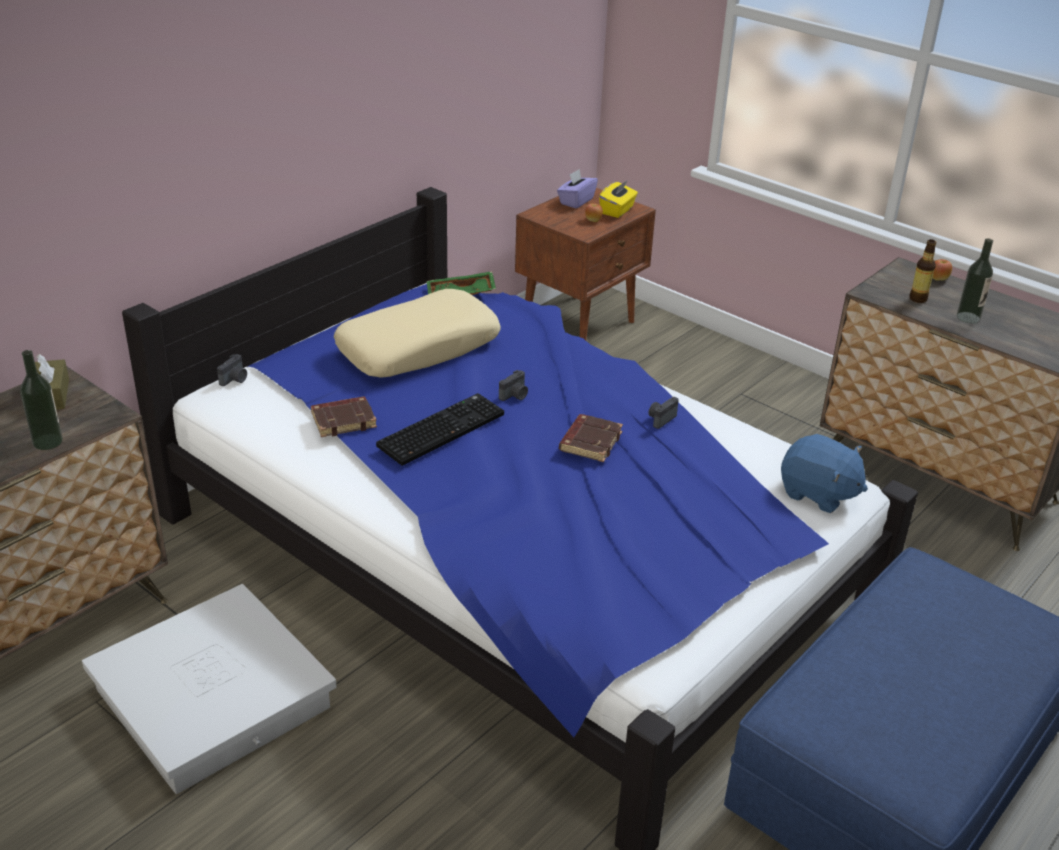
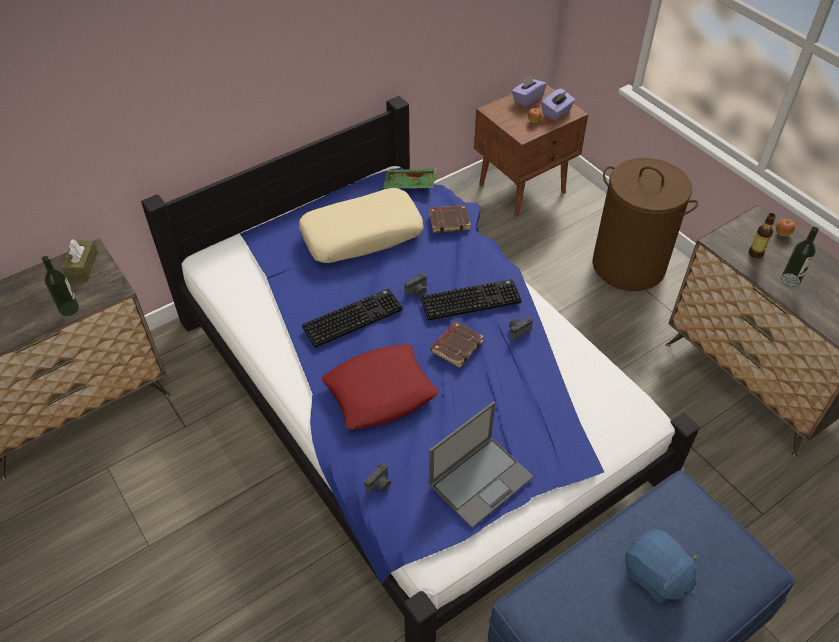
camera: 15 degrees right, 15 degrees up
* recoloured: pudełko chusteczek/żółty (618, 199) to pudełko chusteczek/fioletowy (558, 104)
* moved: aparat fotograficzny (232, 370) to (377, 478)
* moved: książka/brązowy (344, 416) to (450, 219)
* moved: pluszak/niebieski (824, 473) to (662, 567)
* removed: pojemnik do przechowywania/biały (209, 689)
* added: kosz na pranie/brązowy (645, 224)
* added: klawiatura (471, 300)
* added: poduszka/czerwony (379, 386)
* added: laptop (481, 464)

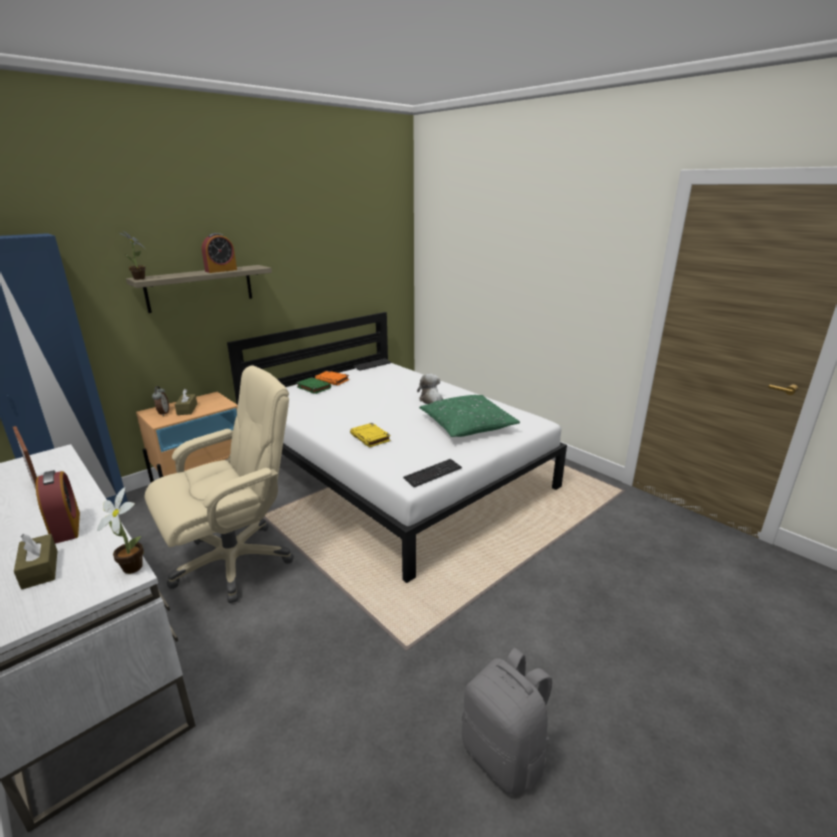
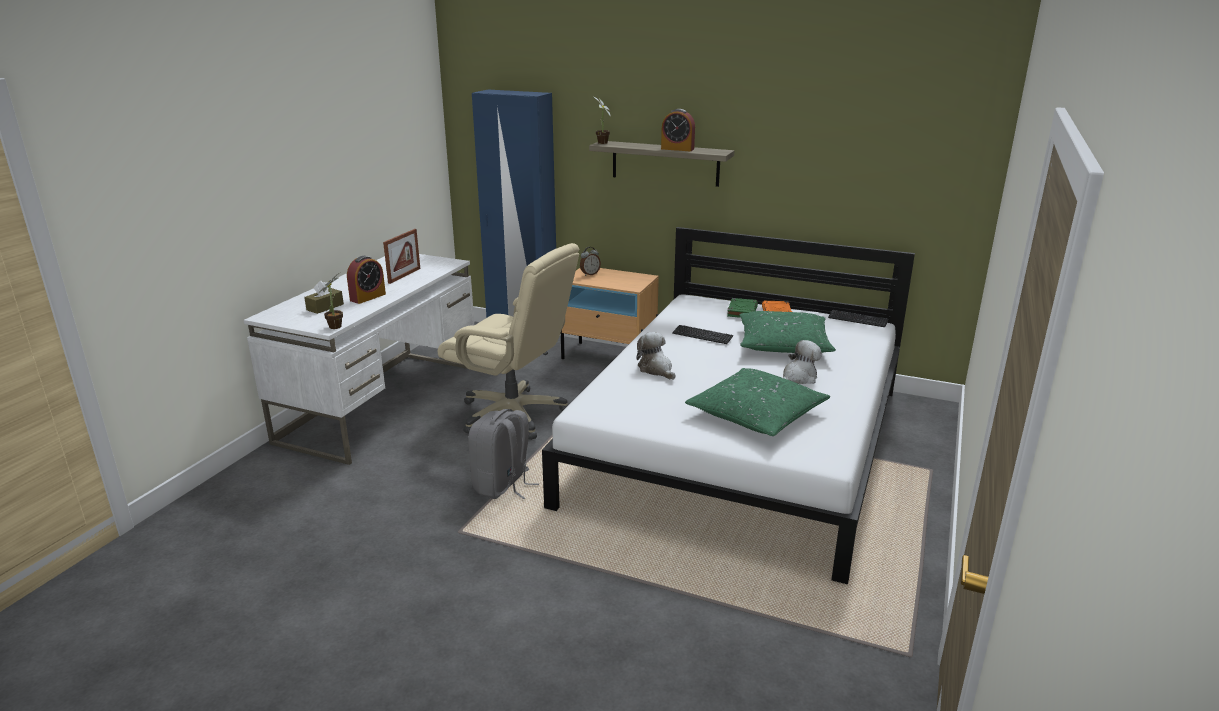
camera: 65 degrees right, 0 degrees up
* removed: pudełko chusteczek/brązowy (186, 402)
* replaced: książka/żółty (370, 435) to pluszak (656, 356)
* moved: klawiatura (432, 473) to (702, 334)
* moved: plecak/szary (507, 721) to (503, 454)
* added: poduszka/zielony (788, 332)

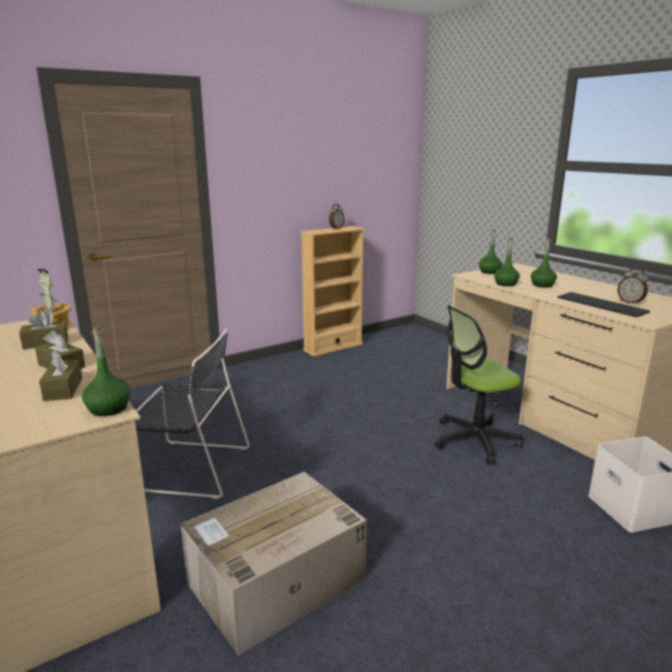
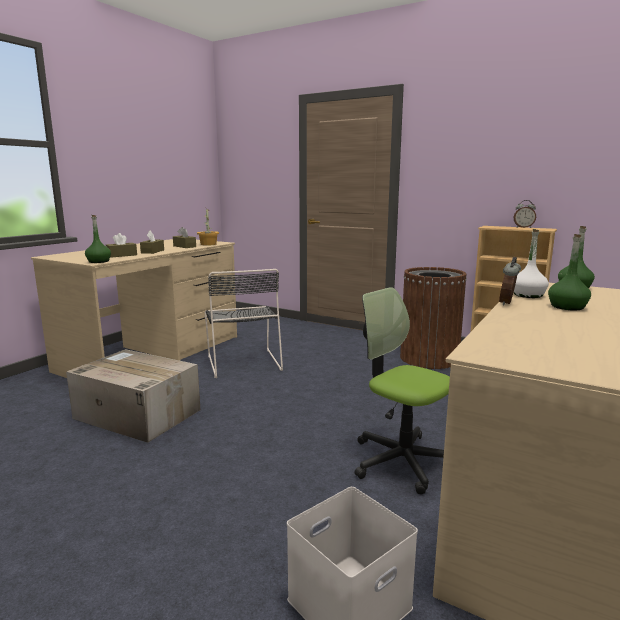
camera: 65 degrees right, 5 degrees down
* recoloured: butelka/zielony (507, 261) to butelka/biały (531, 263)
* moved: budzik (633, 286) to (510, 281)
* removed: klawiatura (603, 304)
* added: kosz na śmieci/brązowy (433, 318)

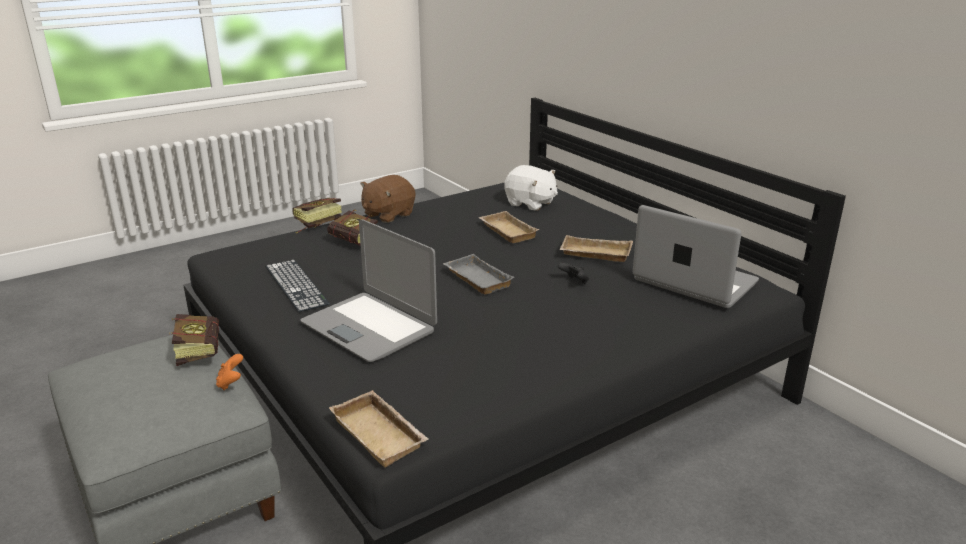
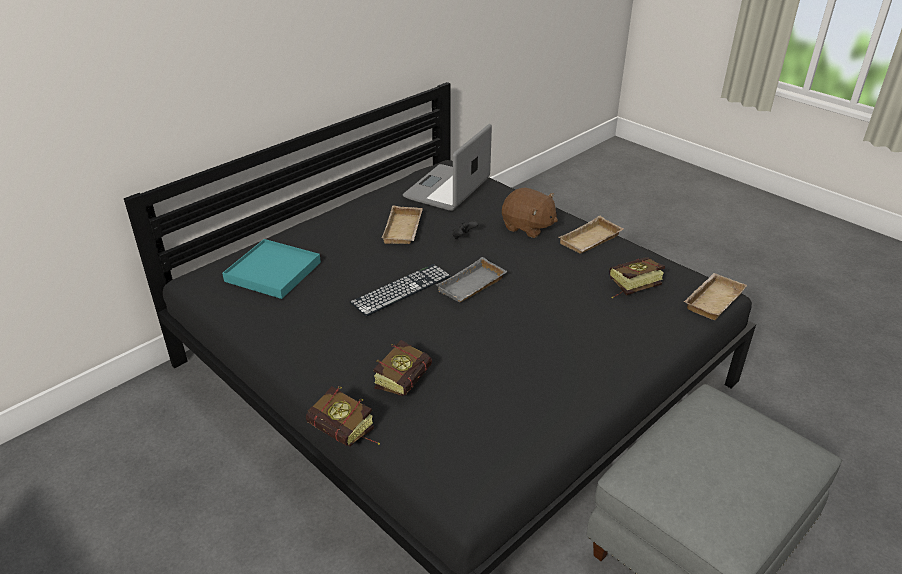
camera: 100 degrees left, 10 degrees up
* replaced: pluszak/biały (531, 188) to taca/turkusowy (271, 269)
* moved: pluszak/brązowy (387, 199) to (530, 213)
* moved: taca/beżowy (509, 227) to (591, 235)
* removed: laptop (368, 290)
* moved: klawiatura (297, 286) to (400, 290)
* moved: książka (194, 340) to (637, 277)
* removed: pad do gier/pomarańczowy (229, 372)

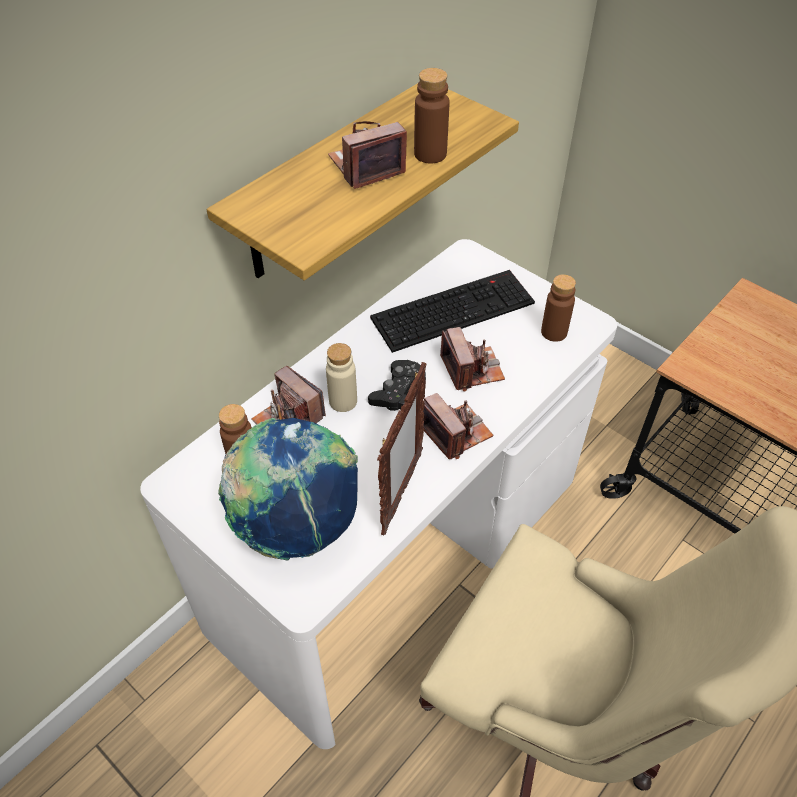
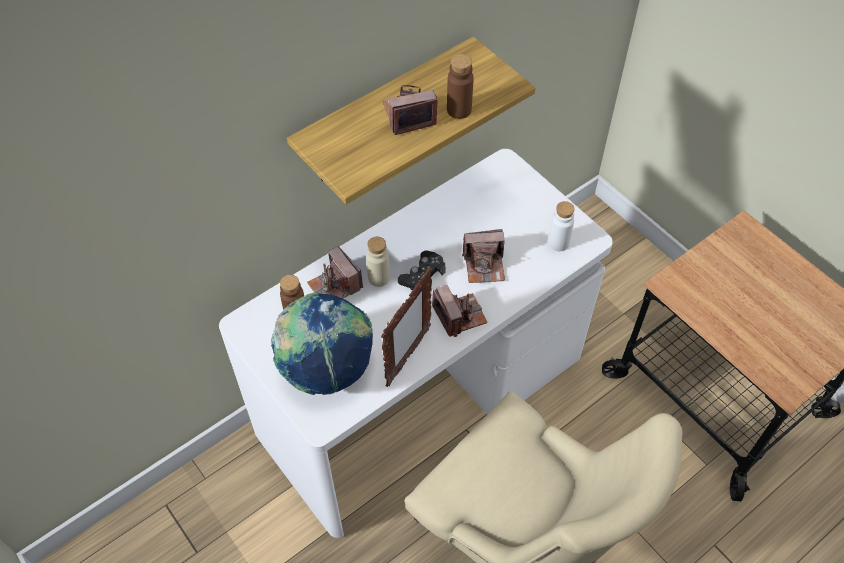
camera: 10 degrees right, 5 degrees up
* removed: klawiatura (452, 311)
* recoloured: butelka/brązowy (558, 308) to butelka/biały (561, 226)
* turned: aparat fotograficzny (472, 359) = (483, 256) 90 degrees clockwise

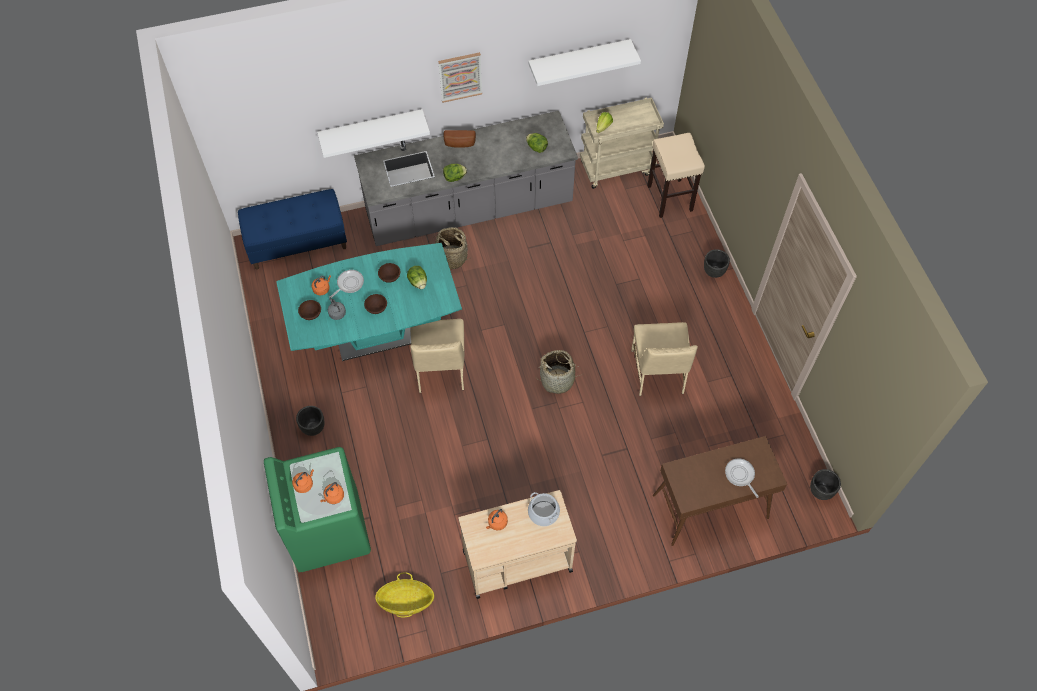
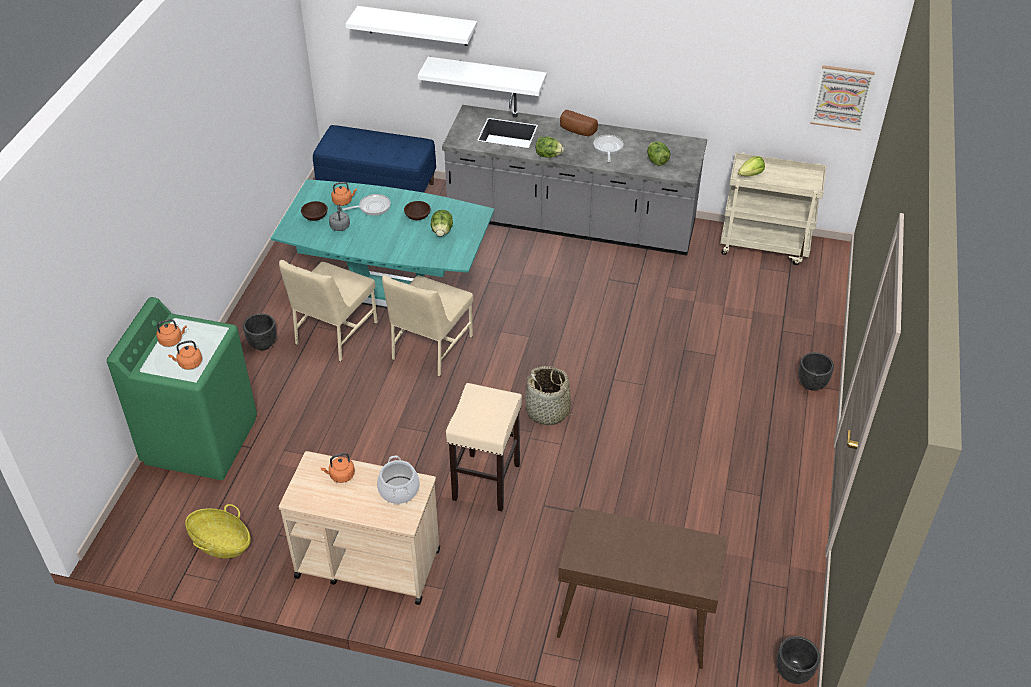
camera: 30 degrees right, 15 degrees down
* moved: półka/biały (584, 62) to (411, 26)
* moved: obraz (460, 77) to (842, 98)
* moved: stołek/beżowy (676, 175) to (484, 447)
* removed: koszyk (452, 248)
* removed: miska/brązowy (375, 304)
* moved: krzesło/beżowy (664, 359) to (328, 311)
* moved: patelnia (742, 478) to (608, 148)

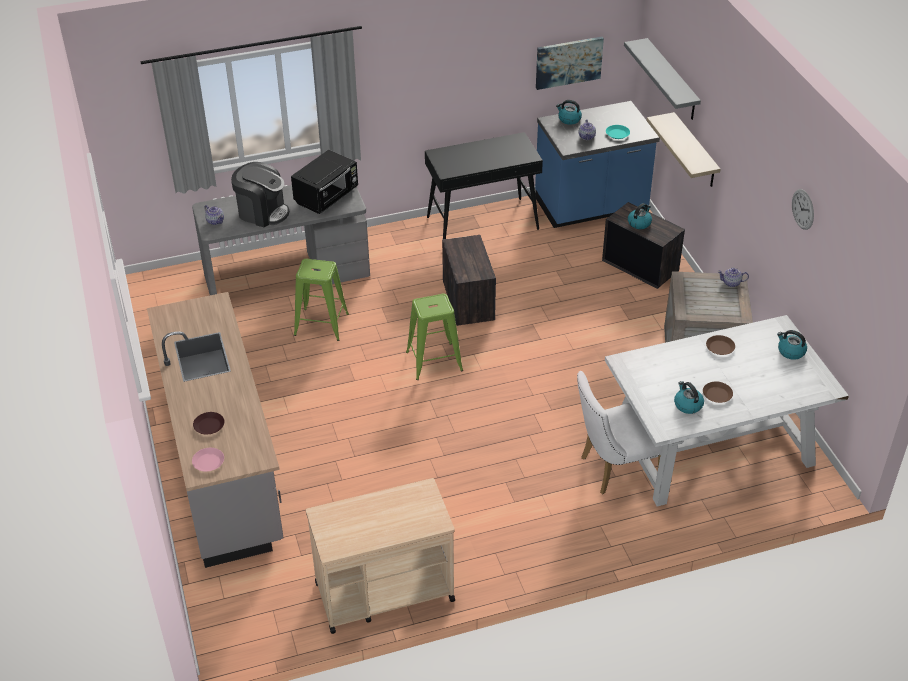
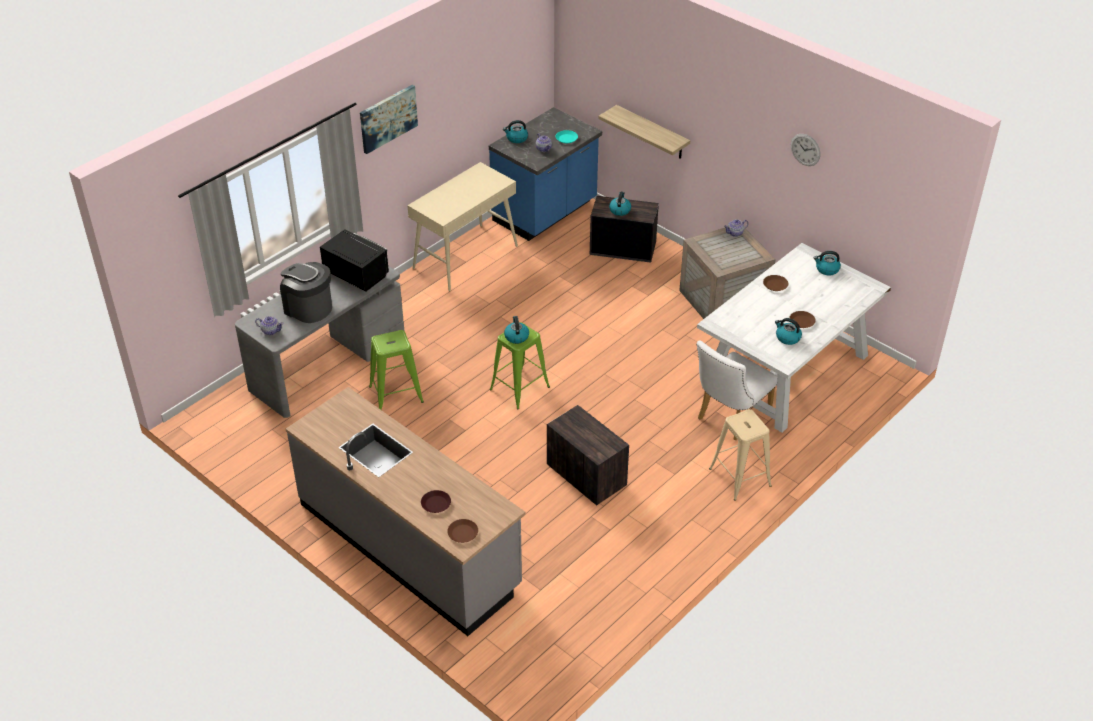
camera: 30 degrees left, 0 degrees up
* moved: obraz (570, 63) to (389, 119)
* removed: półka/szary (662, 79)
* recoloured: stolik konsolowy/czarny (484, 185) to stolik konsolowy/beżowy (462, 226)
* turned: mikrofalówka/czarny (324, 182) = (354, 260) 60 degrees counterclockwise
* turned: ekspres do kawy (260, 194) = (306, 292) 135 degrees counterclockwise
* moved: skrzynka (469, 280) to (588, 455)
* recoloured: talerz/różowy (208, 460) to talerz/brązowy (462, 531)
* removed: wózek/beżowy (380, 556)
* added: czajnik (516, 330)
* added: stołek/beżowy (740, 455)

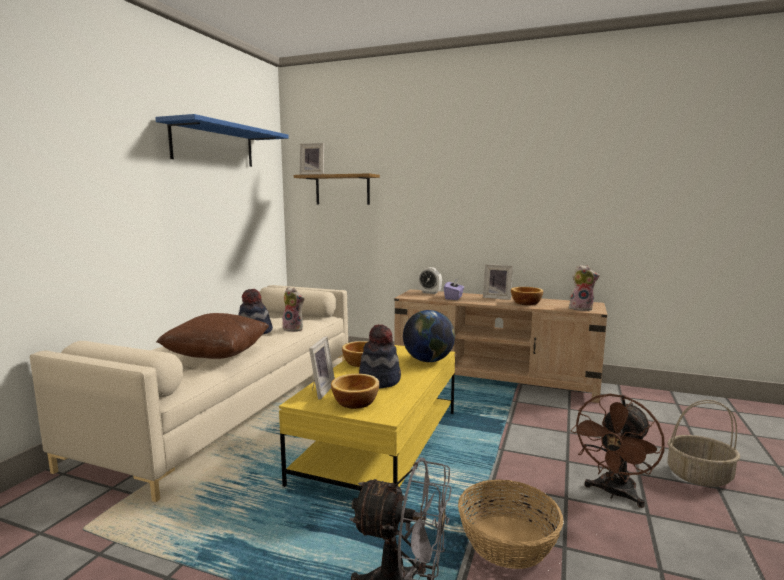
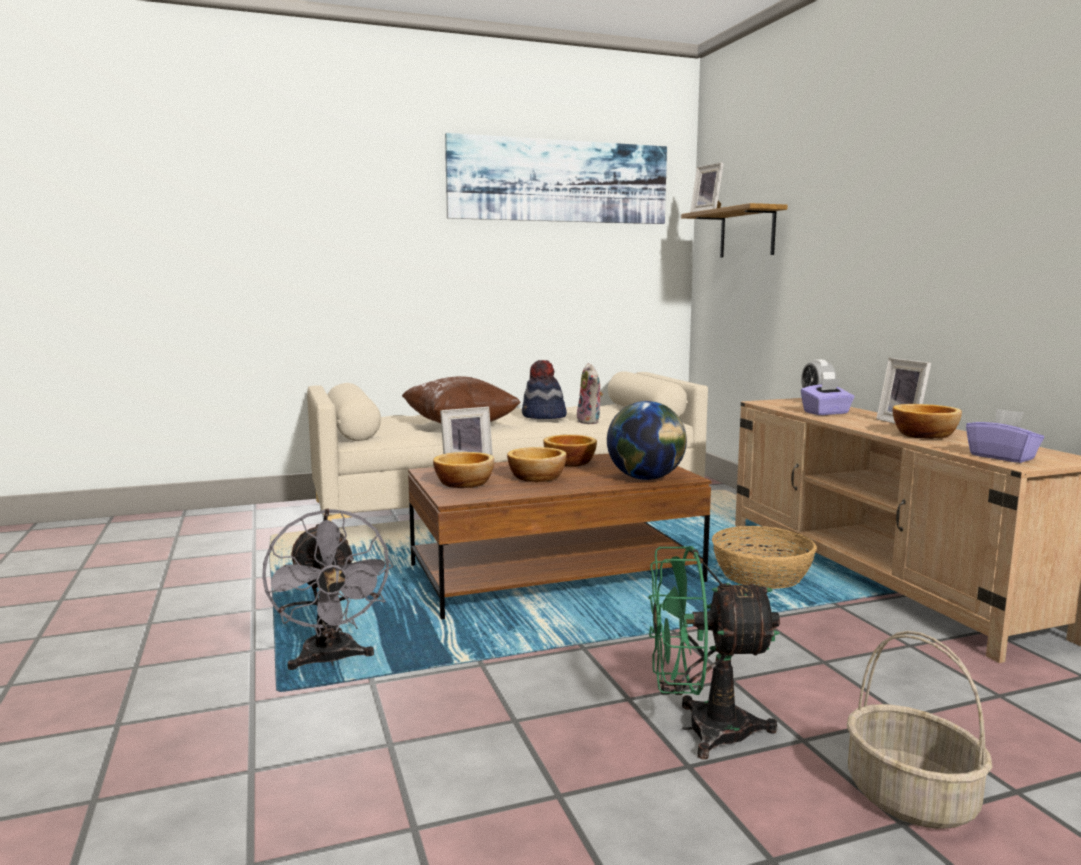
camera: 50 degrees right, 0 degrees up
* replaced: półka/niebieski (222, 140) to obraz (556, 178)
* replaced: pluszak (584, 288) to pudełko chusteczek/fioletowy (1005, 436)
* replaced: kapelusz (380, 356) to miska (537, 464)
* recoloured: ława/żółty (367, 418) to ława/brązowy (559, 536)
* recoloured: wentylator/brązowy (617, 451) to wentylator/zielony (714, 653)
* moved: koszyk (510, 524) to (764, 557)

